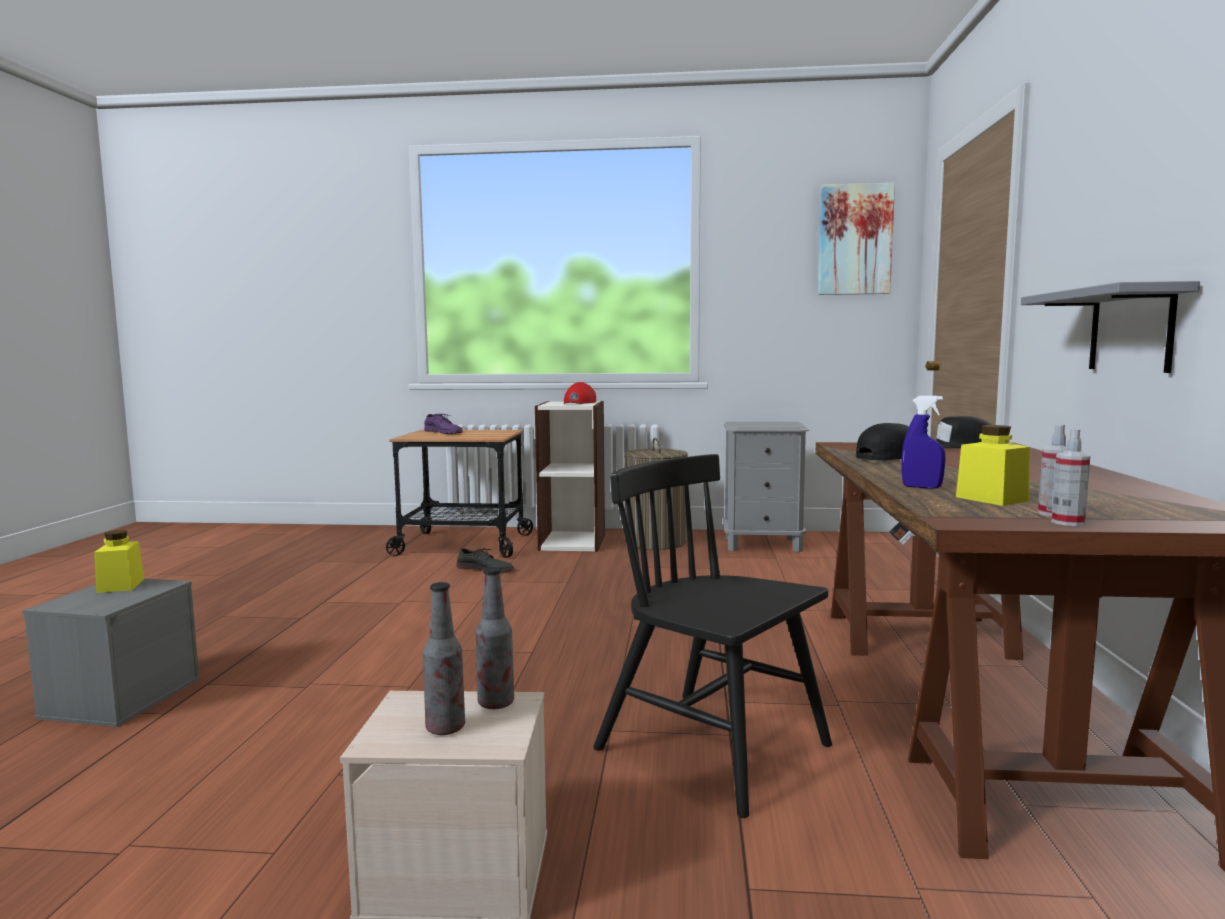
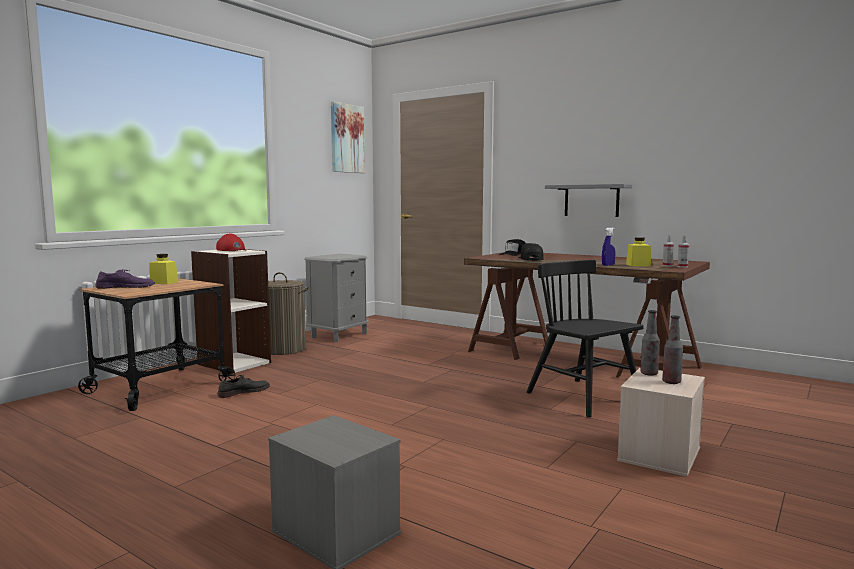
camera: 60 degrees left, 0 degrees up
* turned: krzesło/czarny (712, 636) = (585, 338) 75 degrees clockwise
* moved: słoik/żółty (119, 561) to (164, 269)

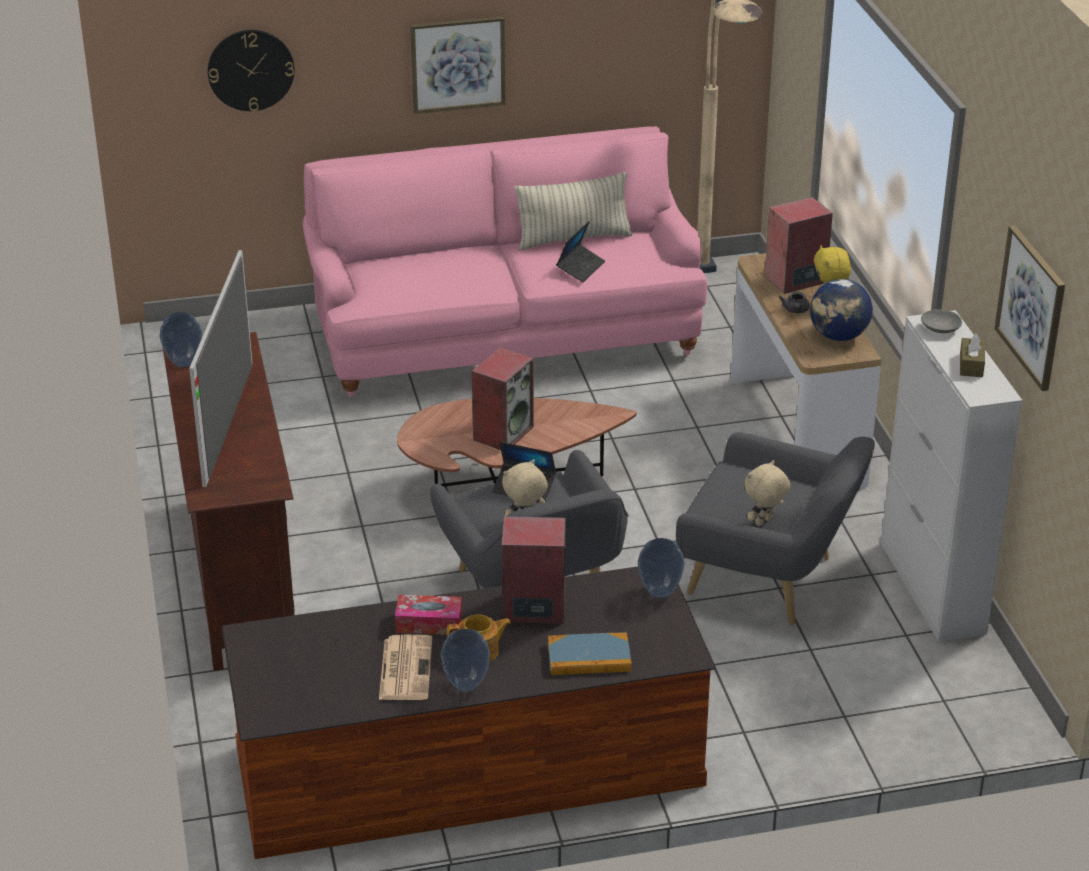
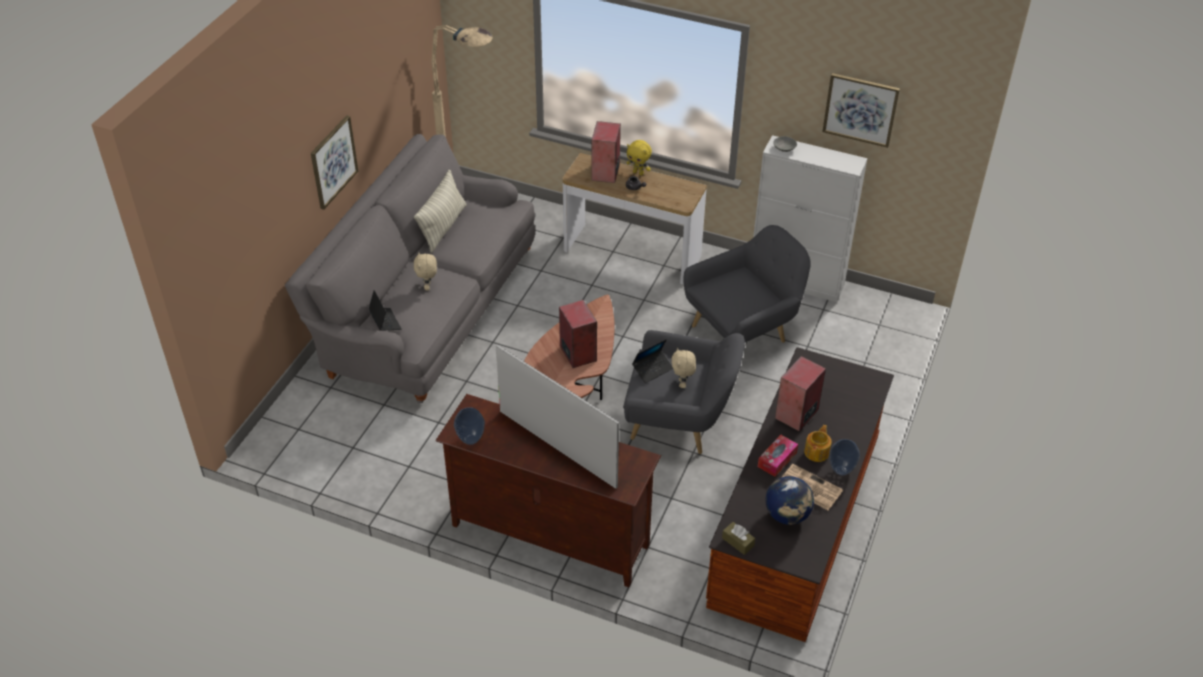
camera: 55 degrees left, 10 degrees up
* removed: zegar ścienny (251, 71)
* recoloured: kanapa/różowy (505, 261) to kanapa/szary (410, 268)
* moved: laptop (580, 252) to (385, 310)
* moved: globus (841, 310) to (790, 500)
* moved: pudełko chusteczek/brązowy (972, 355) to (738, 538)
* moved: pluszak/beżowy (767, 493) to (425, 271)
* removed: wazon (661, 568)
* removed: książka (590, 653)

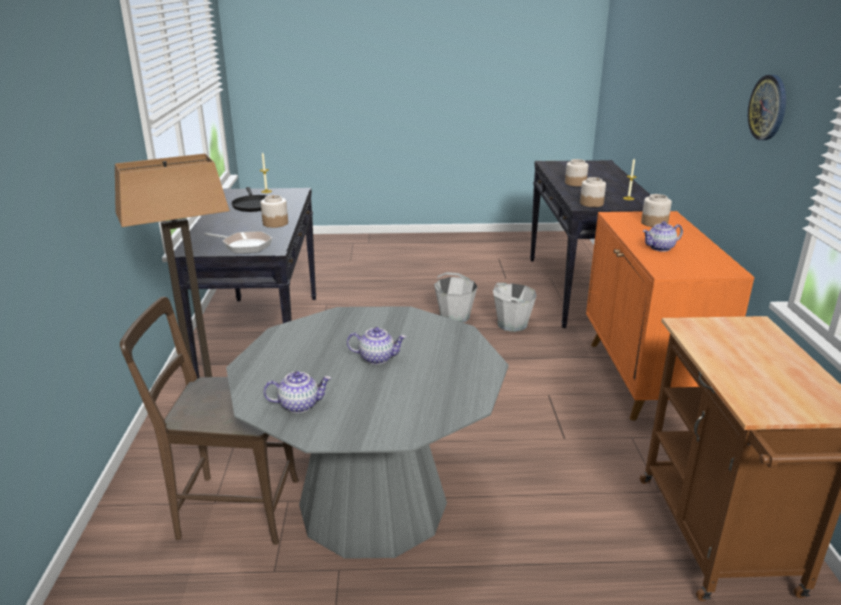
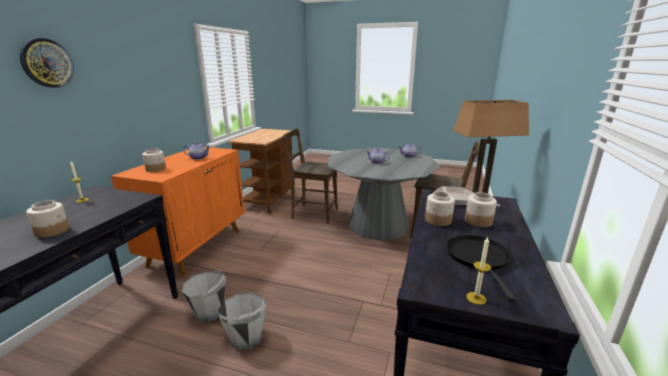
camera: 160 degrees left, 5 degrees down
* moved: zegar ścienny (767, 107) to (47, 63)
* moved: słoik (593, 192) to (481, 209)
* added: krzesło/brązowy (310, 176)

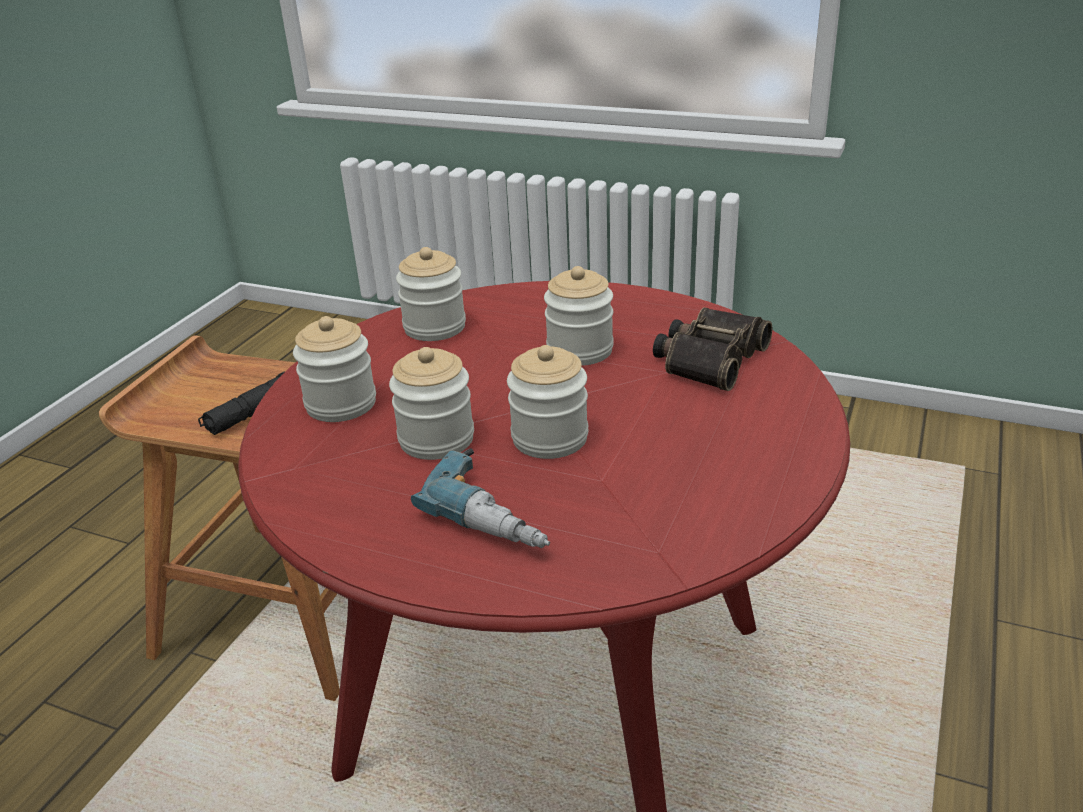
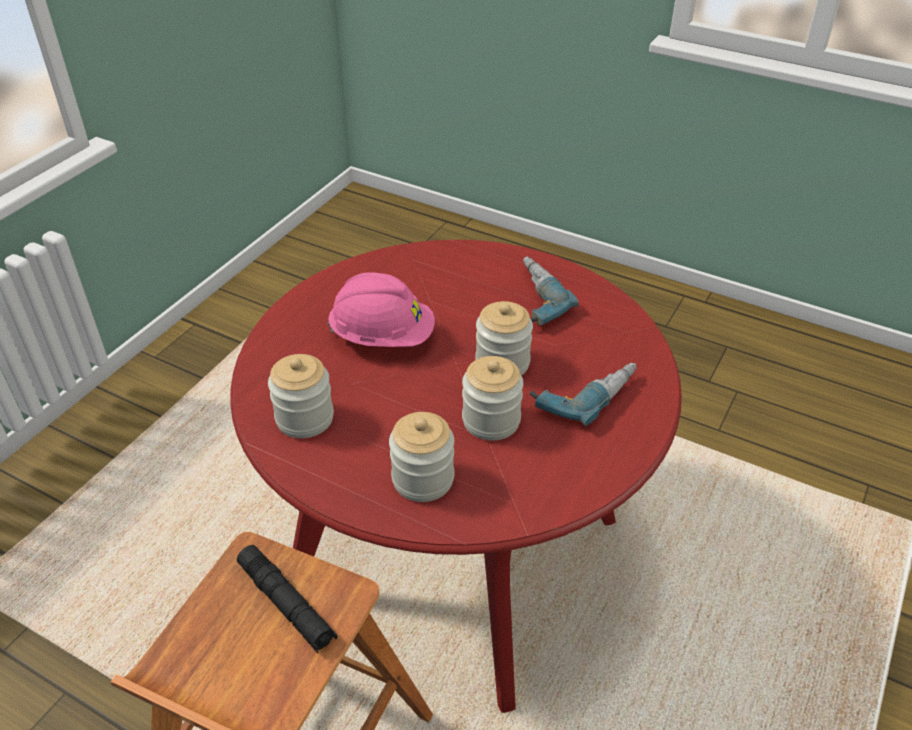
camera: 85 degrees left, 10 degrees up
* replaced: słoik (579, 316) to kask/różowy (381, 309)
* removed: lornetka (713, 349)
* added: wiertarka (551, 291)

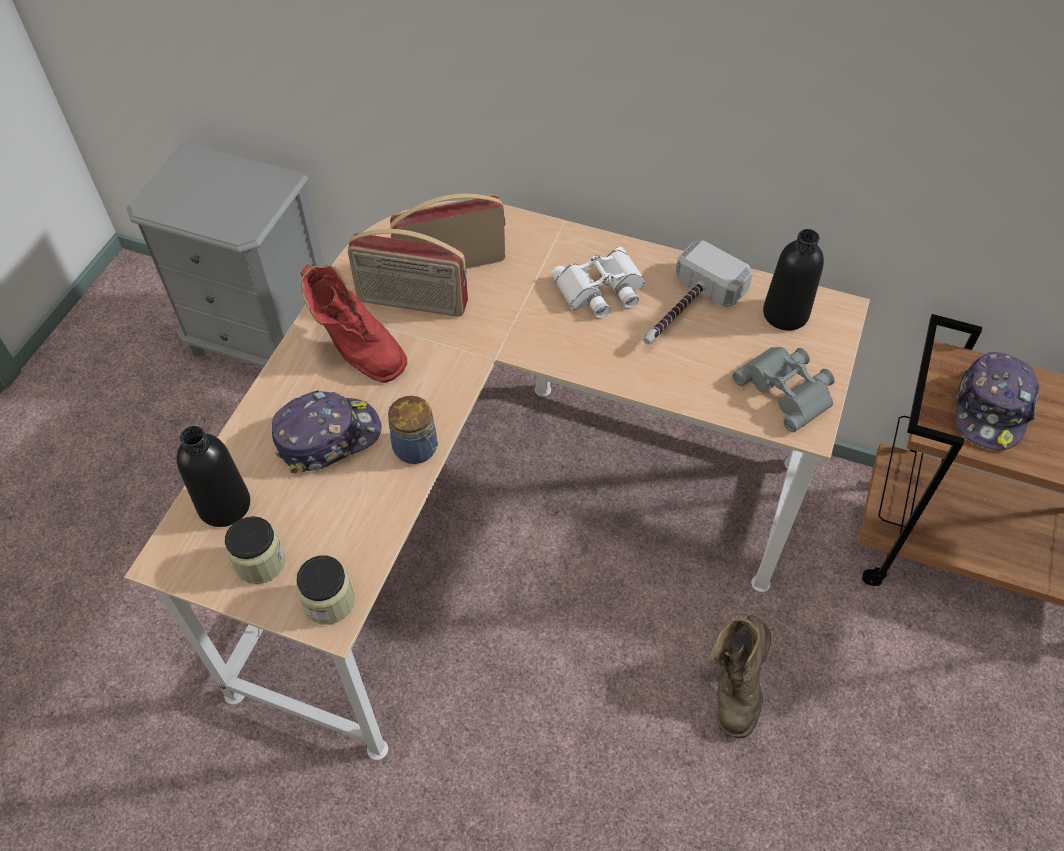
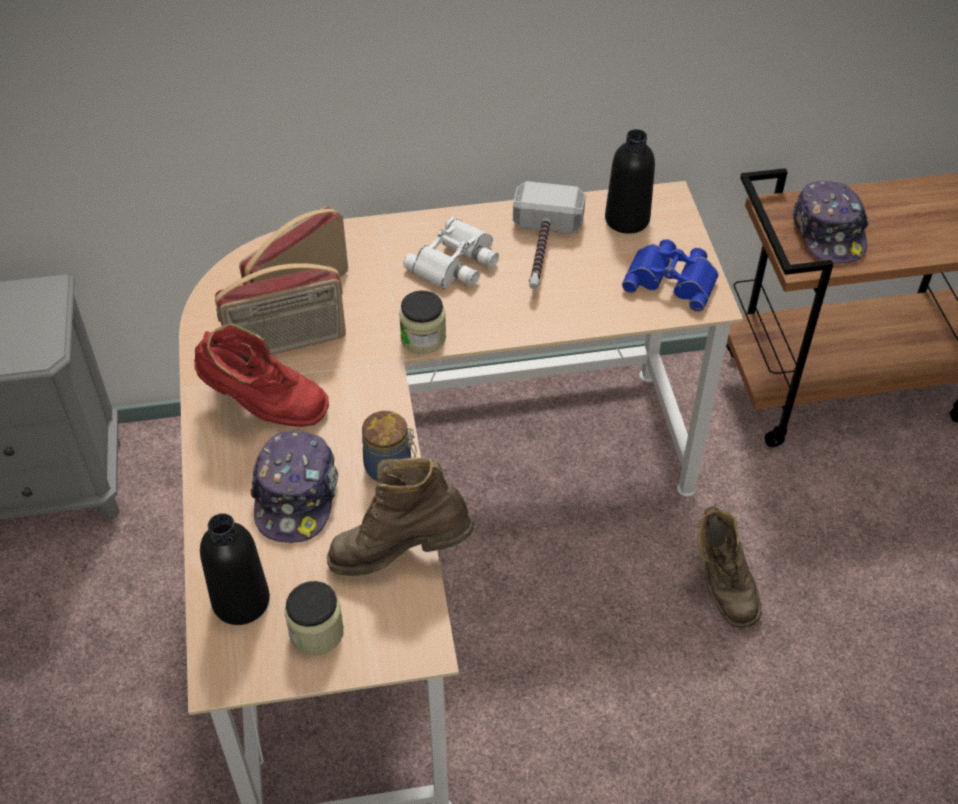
camera: 30 degrees left, 5 degrees down
* recoloured: lornetka/szary (784, 389) to lornetka/niebieski (670, 275)
* turned: czapka z daszkiem (327, 432) = (294, 487) 150 degrees clockwise
* moved: słoik (325, 590) to (422, 322)
* added: but z cholewką/brązowy (400, 517)

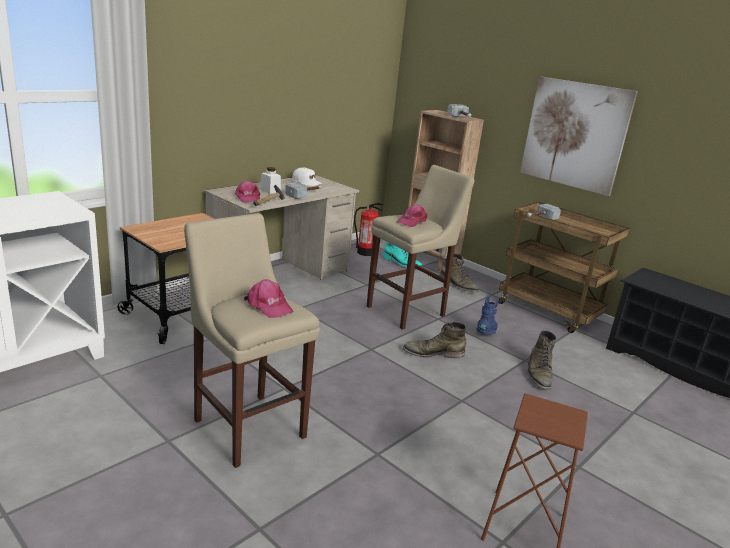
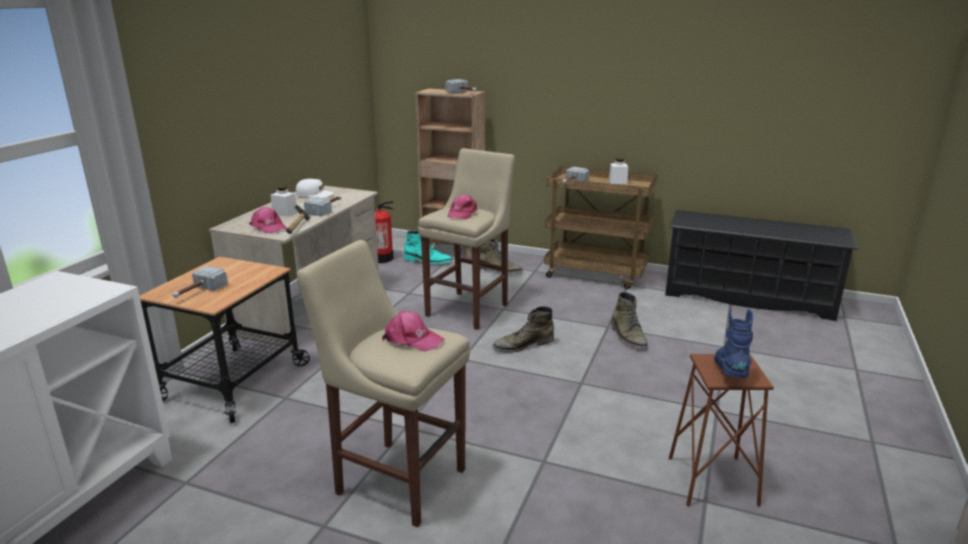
camera: 20 degrees left, 0 degrees up
* removed: obraz (579, 136)
* moved: but z cholewką/niebieski (487, 315) to (733, 343)
* added: słoik/biały (618, 171)
* added: młotek (200, 282)

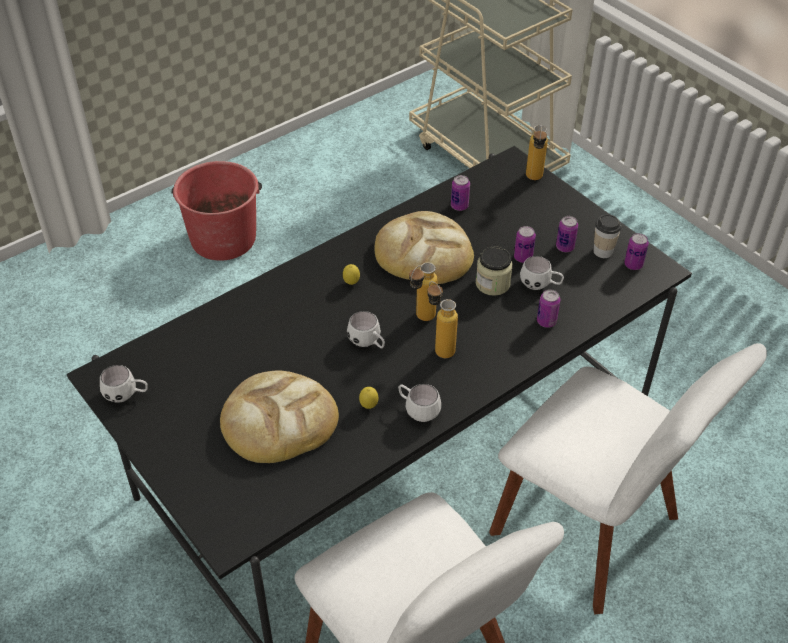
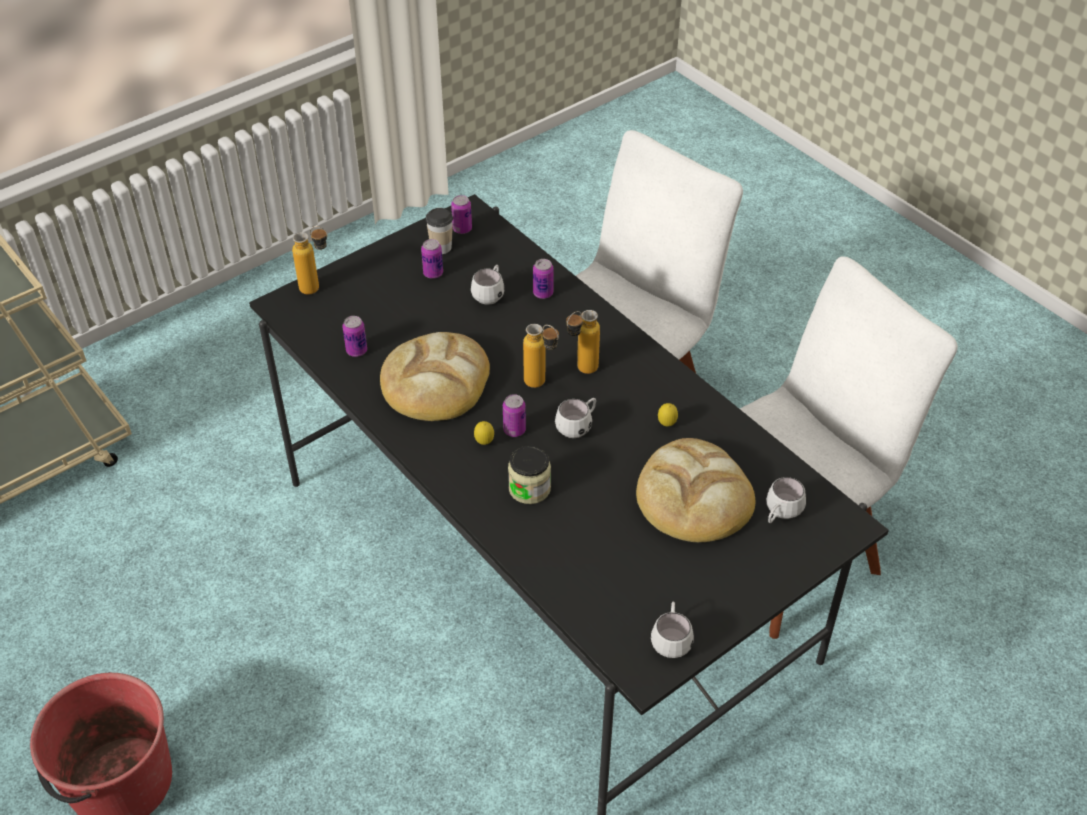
camera: 90 degrees left, 0 degrees up
* moved: puszka (525, 244) to (514, 415)
* moved: słoik (494, 271) to (529, 475)
* moved: kubek/biały (419, 403) to (786, 500)

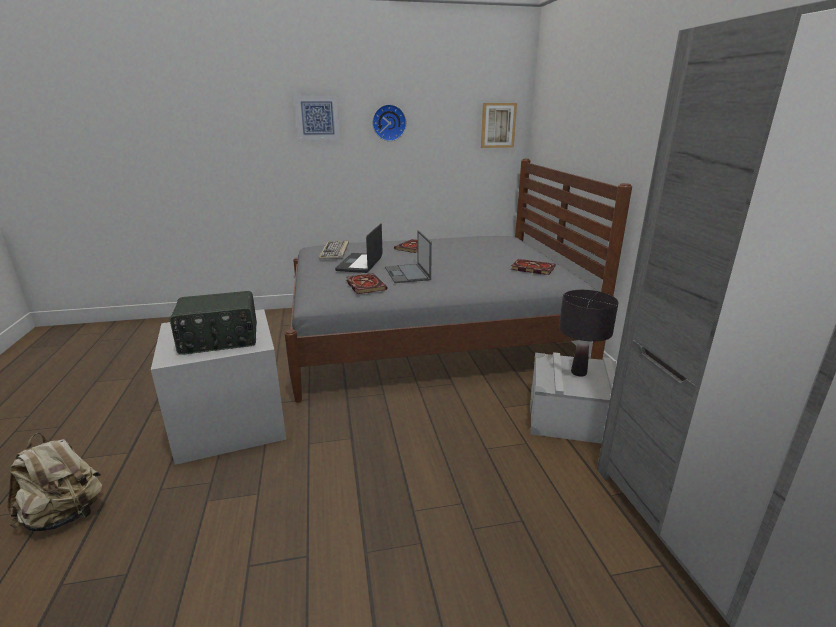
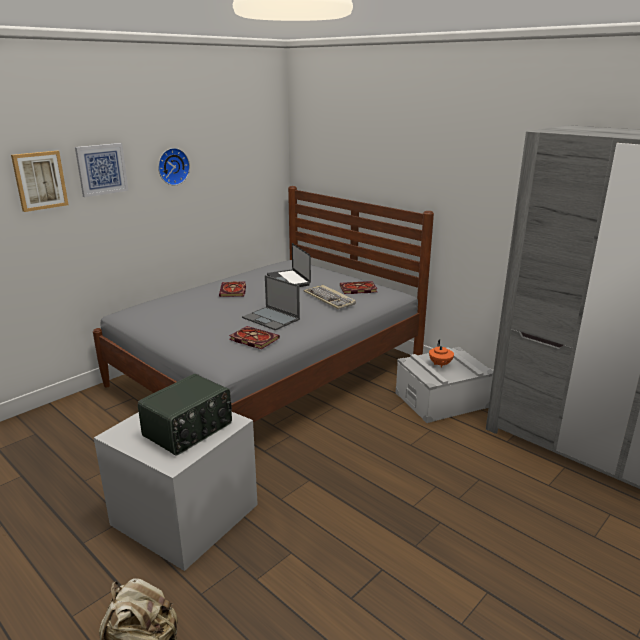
camera: 35 degrees left, 0 degrees up
* moved: obraz (499, 125) to (40, 181)
* moved: laptop (359, 248) to (289, 265)
* moved: klawiatura (334, 250) to (330, 297)
* replaced: lampa stołowa/czarny (589, 333) to imbryk/pomarańczowy (441, 354)

